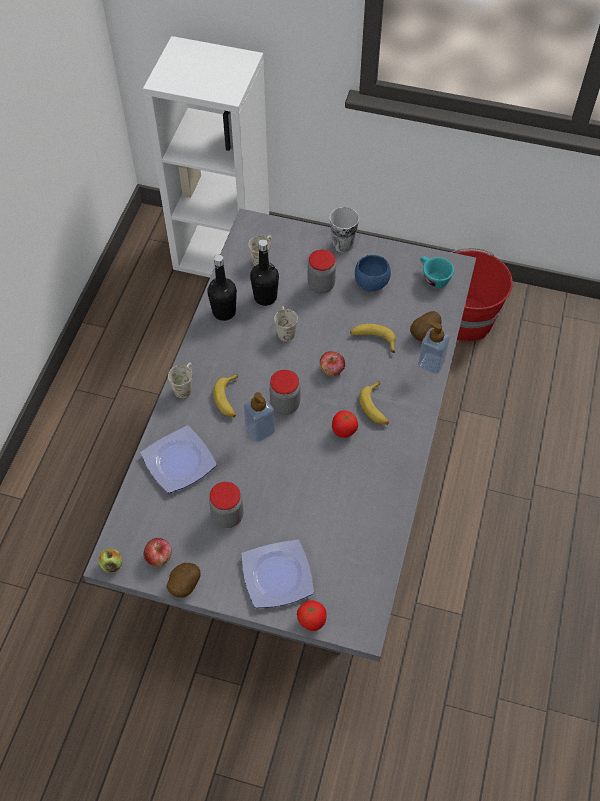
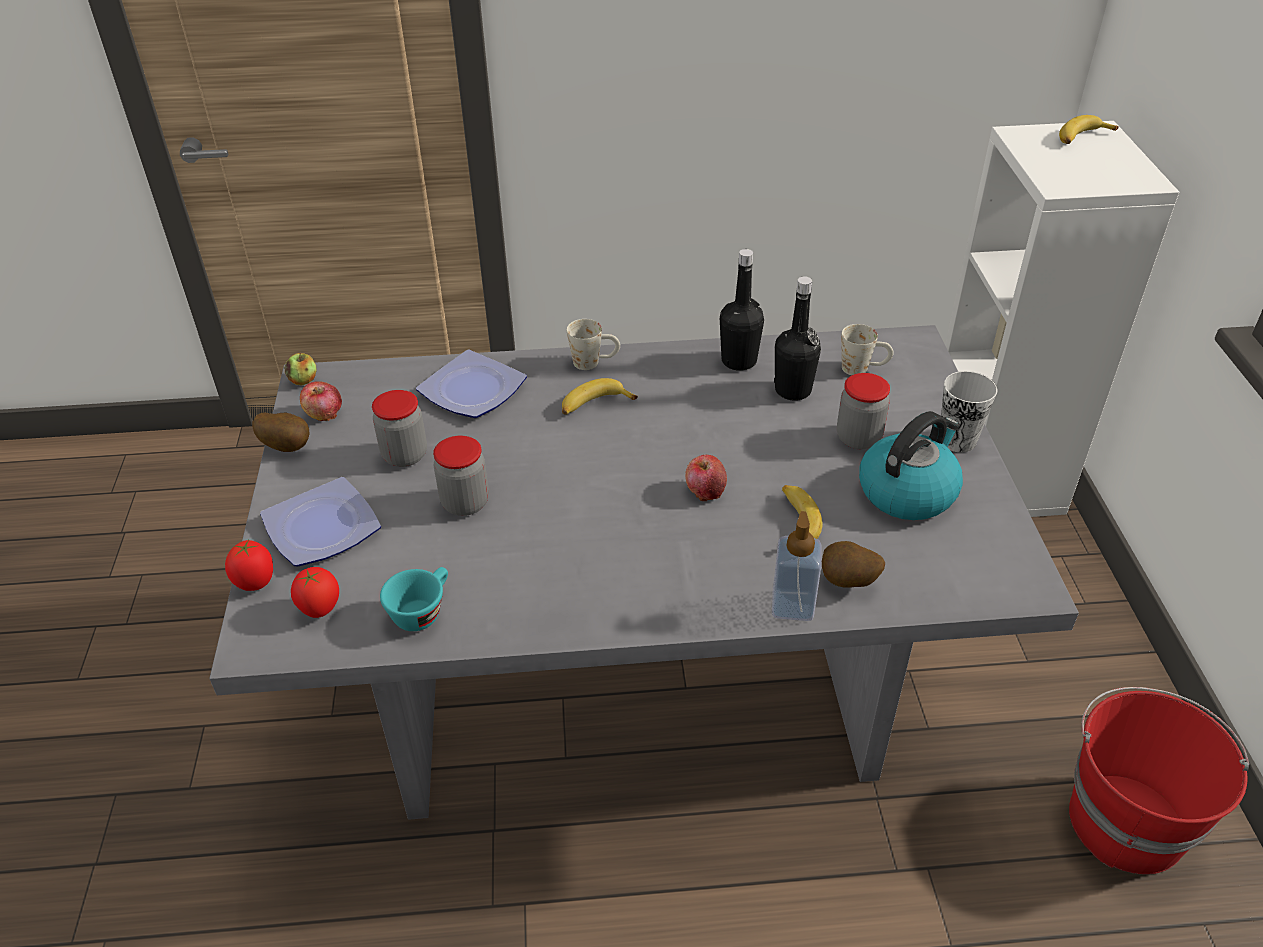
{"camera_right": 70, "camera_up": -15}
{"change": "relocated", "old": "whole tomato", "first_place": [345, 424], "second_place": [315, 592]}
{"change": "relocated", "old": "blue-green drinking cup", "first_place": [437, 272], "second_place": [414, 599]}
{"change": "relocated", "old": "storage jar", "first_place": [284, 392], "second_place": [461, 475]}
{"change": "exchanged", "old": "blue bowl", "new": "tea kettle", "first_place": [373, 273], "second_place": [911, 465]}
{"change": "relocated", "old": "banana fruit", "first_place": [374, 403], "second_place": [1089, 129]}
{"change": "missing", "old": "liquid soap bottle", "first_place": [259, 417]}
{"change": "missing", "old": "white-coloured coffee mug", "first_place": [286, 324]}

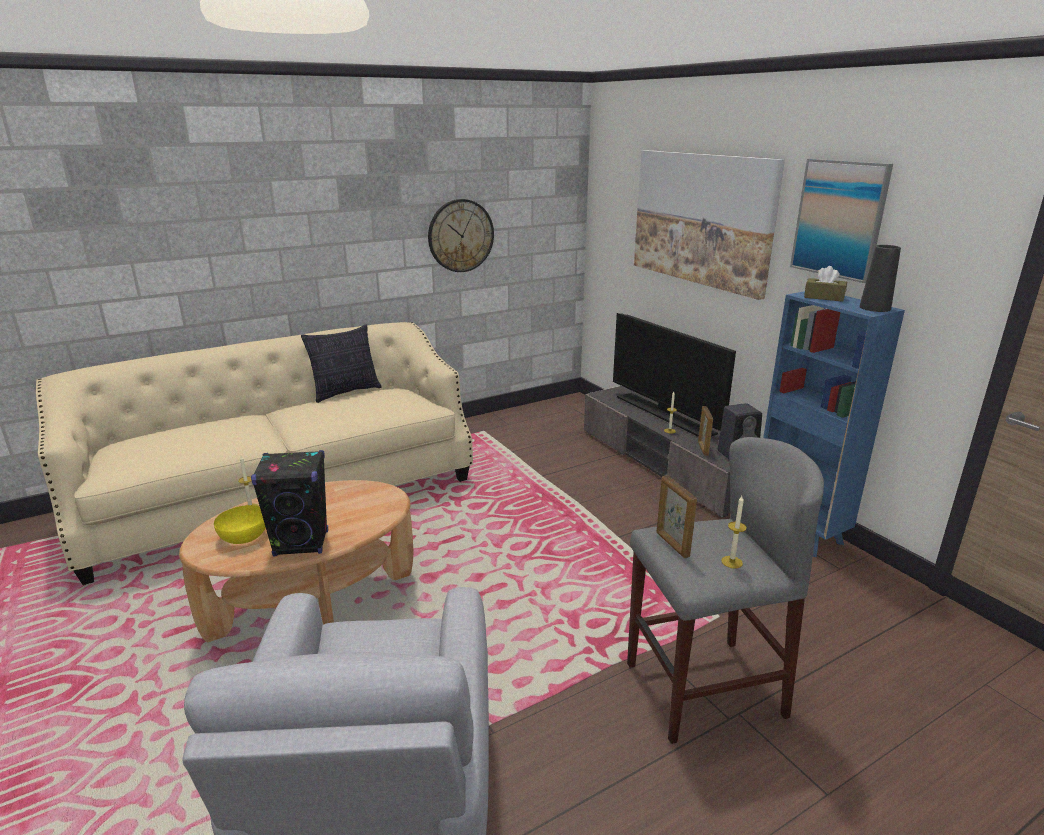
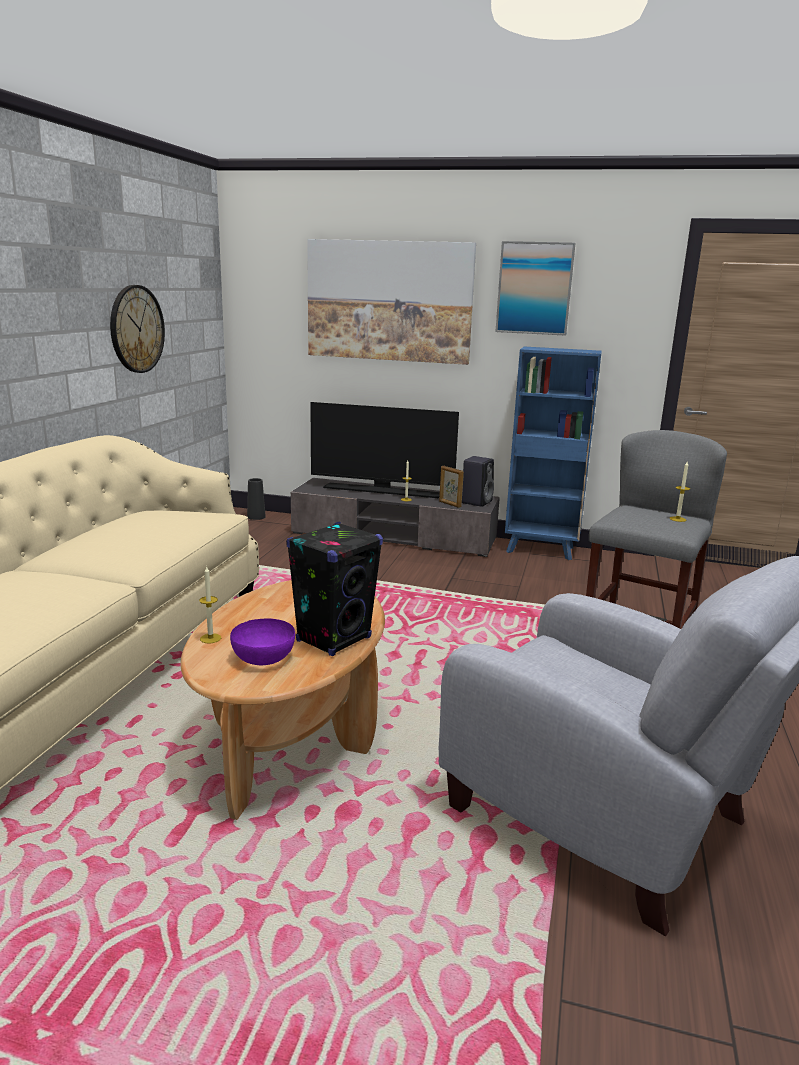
{"camera_right": -45, "camera_up": -5}
{"change": "colour", "old": "yellowish bowl", "new": "purplish bowl", "first_place": [240, 524], "second_place": [262, 641]}
{"change": "relocated", "old": "black vase", "first_place": [880, 278], "second_place": [256, 499]}
{"change": "missing", "old": "pillow", "first_place": [341, 364]}
{"change": "missing", "old": "picture frame", "first_place": [676, 516]}
{"change": "missing", "old": "brownish tissue holder", "first_place": [825, 284]}

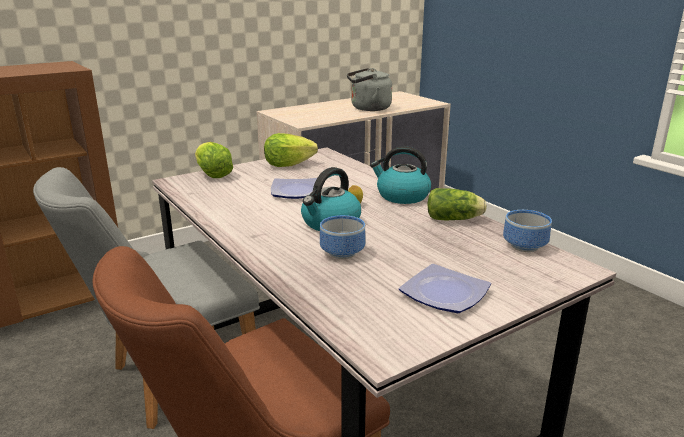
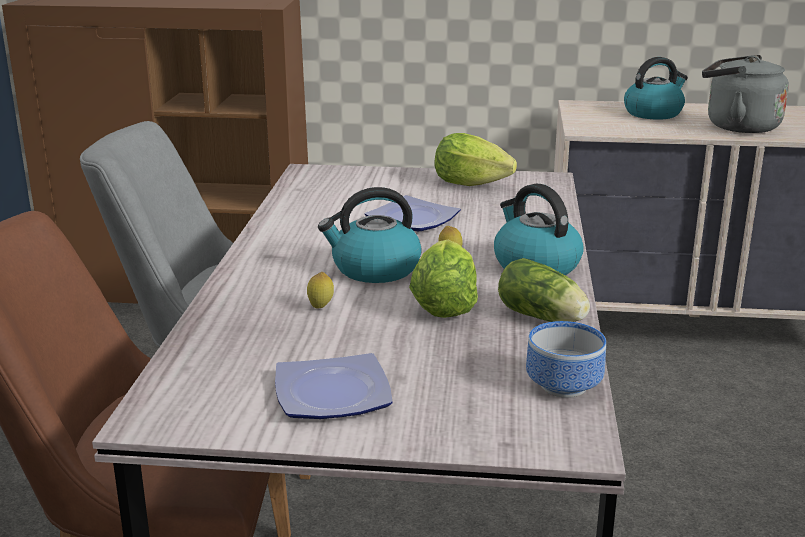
{"camera_right": 40, "camera_up": 0}
{"change": "exchanged", "old": "bowl", "new": "whole lemon", "first_place": [342, 237], "second_place": [320, 290]}
{"change": "relocated", "old": "lettuce", "first_place": [214, 160], "second_place": [443, 278]}
{"change": "appeared", "new": "tea kettle", "second_place": [656, 88]}

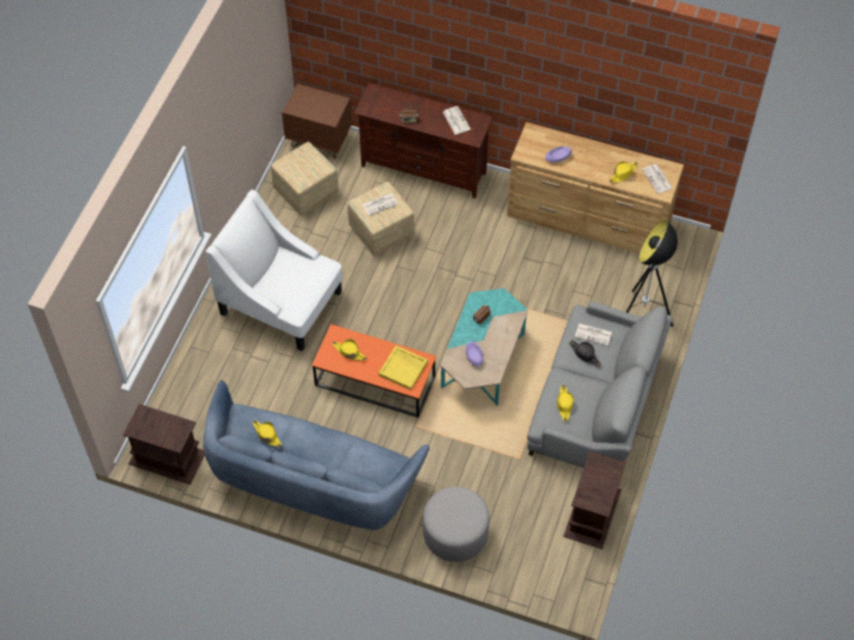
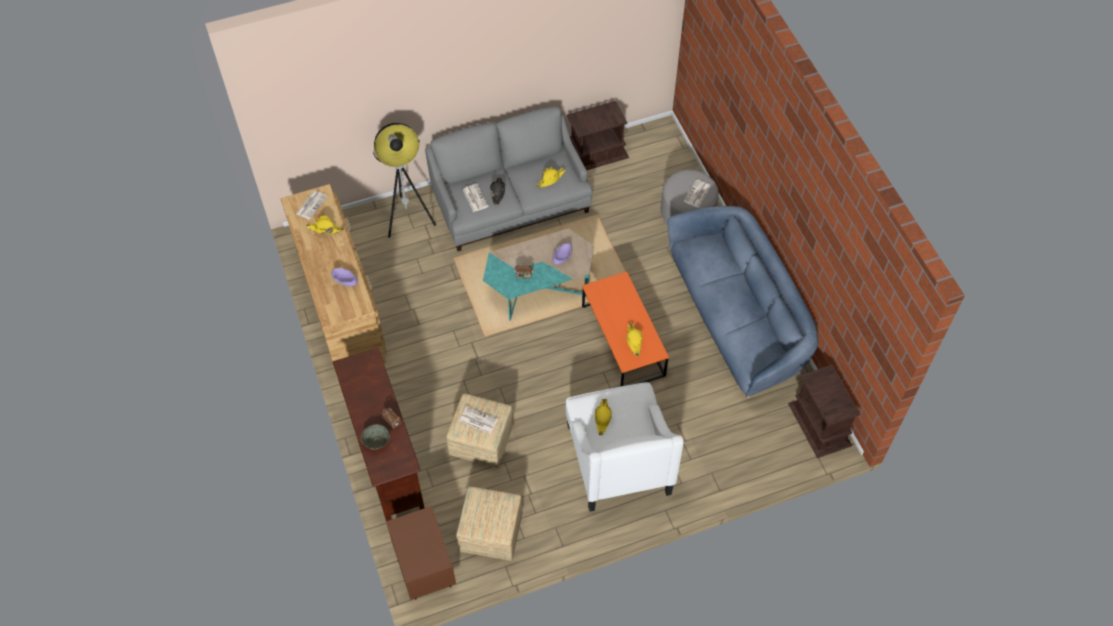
{"camera_right": -130, "camera_up": 0}
{"change": "appeared", "new": "greyish bowl", "second_place": [375, 436]}
{"change": "relocated", "old": "yellowish wearable hat", "first_place": [267, 433], "second_place": [603, 417]}
{"change": "relocated", "old": "newspaper", "first_place": [457, 120], "second_place": [697, 193]}
{"change": "missing", "old": "yellowish tray", "first_place": [403, 368]}

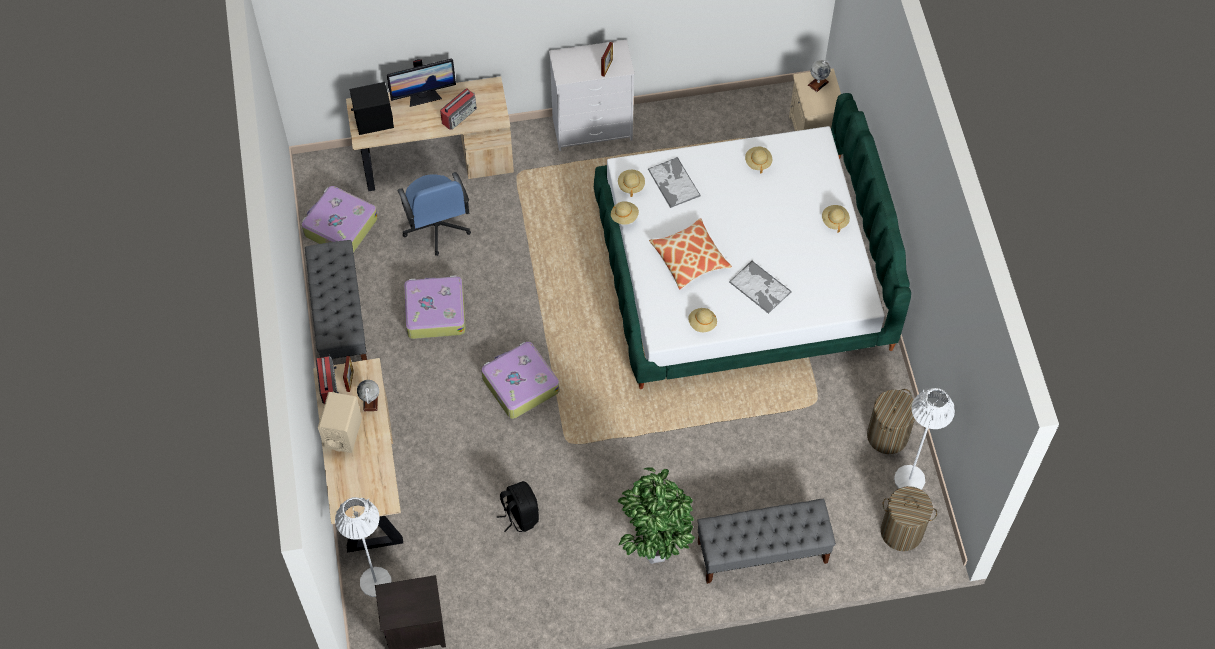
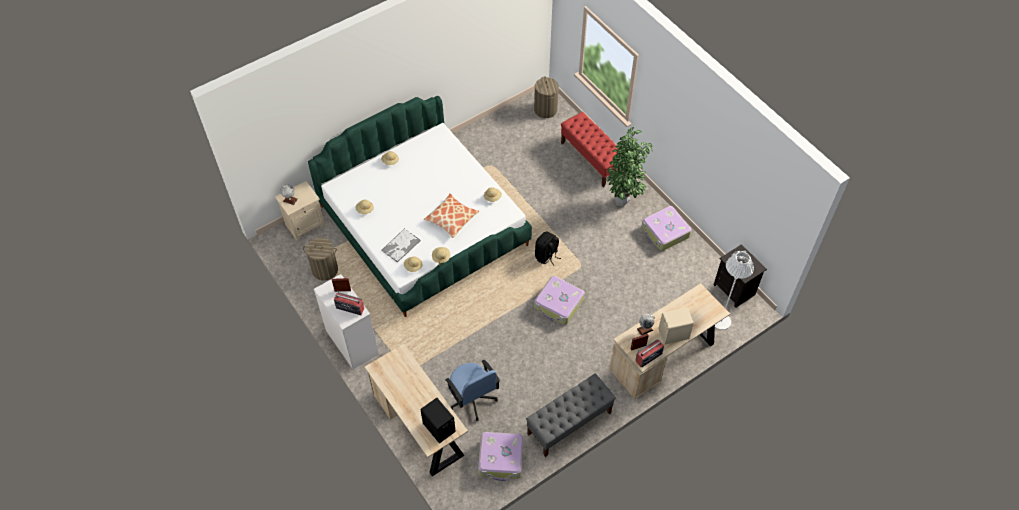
{"camera_right": -115, "camera_up": -5}
{"change": "relocated", "old": "laundry basket", "first_place": [891, 421], "second_place": [320, 259]}
{"change": "relocated", "old": "radio set", "first_place": [458, 109], "second_place": [349, 303]}
{"change": "spun", "old": "blue desk chair", "first_place": [434, 214], "second_place": [472, 390], "degrees": 105}
{"change": "relocated", "old": "black knapsack", "first_place": [518, 506], "second_place": [548, 248]}
{"change": "colour", "old": "greyish bench", "new": "red bench", "first_place": [766, 541], "second_place": [589, 149]}
{"change": "relocated", "old": "travel case", "first_place": [435, 307], "second_place": [666, 228]}
{"change": "missing", "old": "monitor", "first_place": [421, 82]}
{"change": "missing", "old": "tray", "first_place": [760, 287]}
{"change": "missing", "old": "white-coloured floor lamp", "first_place": [924, 439]}

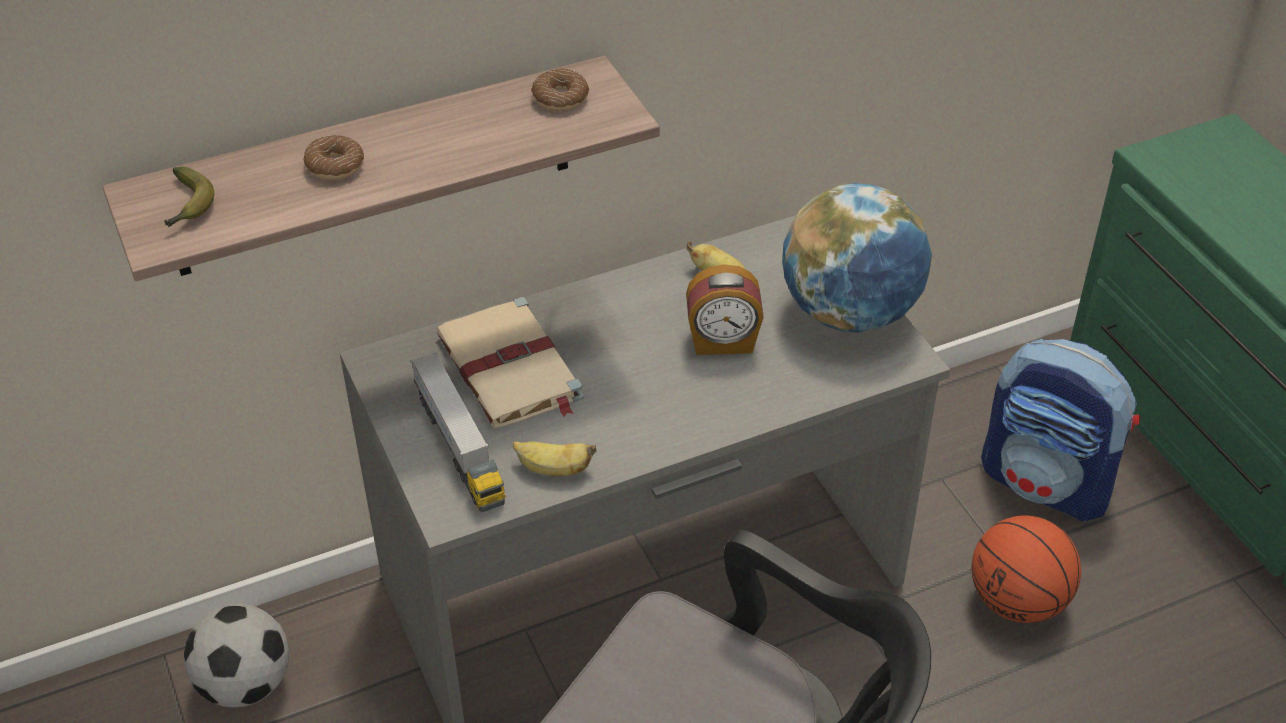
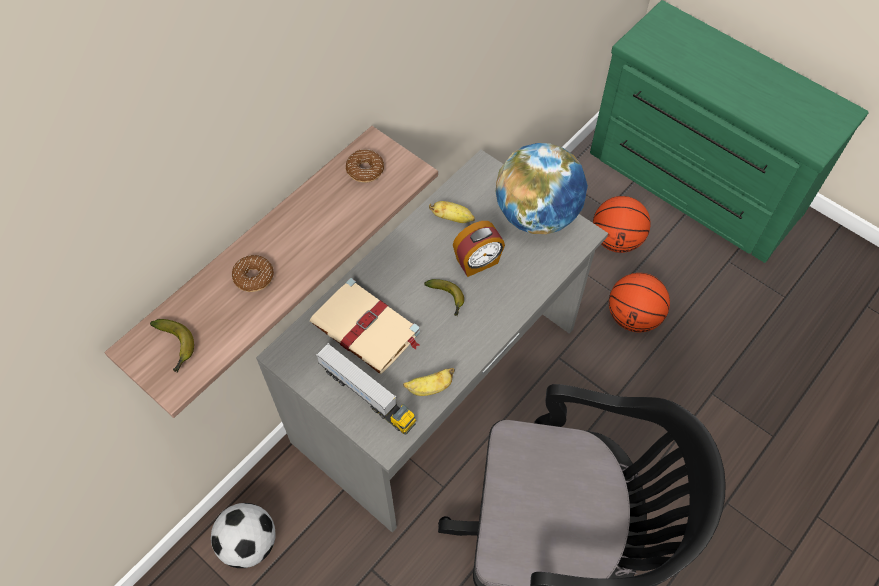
{"camera_right": -25, "camera_up": 15}
{"change": "appeared", "new": "banana fruit", "second_place": [444, 297]}
{"change": "exchanged", "old": "knapsack", "new": "basketball", "first_place": [1060, 430], "second_place": [622, 224]}

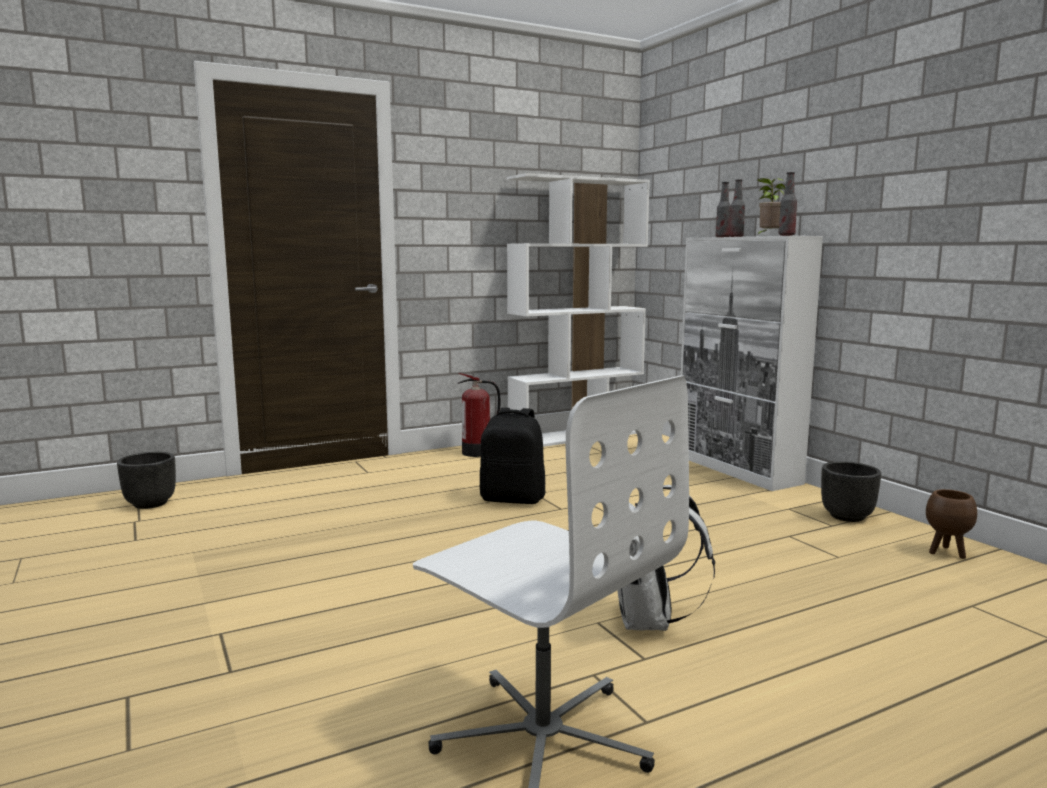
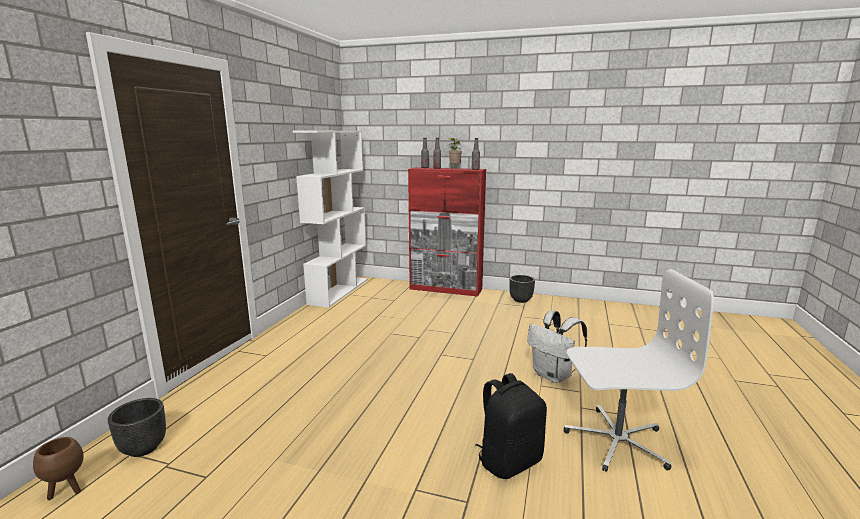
{"camera_right": -45, "camera_up": 5}
{"change": "relocated", "old": "brownish plant pot", "first_place": [951, 524], "second_place": [58, 468]}
{"change": "colour", "old": "white-coloured storage cabinet", "new": "red storage cabinet", "first_place": [752, 363], "second_place": [447, 232]}
{"change": "relocated", "old": "black knapsack", "first_place": [513, 455], "second_place": [511, 426]}
{"change": "missing", "old": "fire extinguisher", "first_place": [479, 415]}

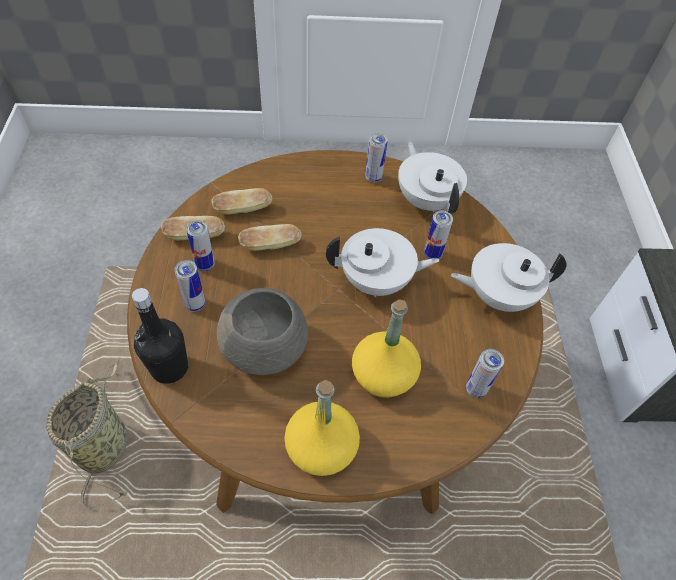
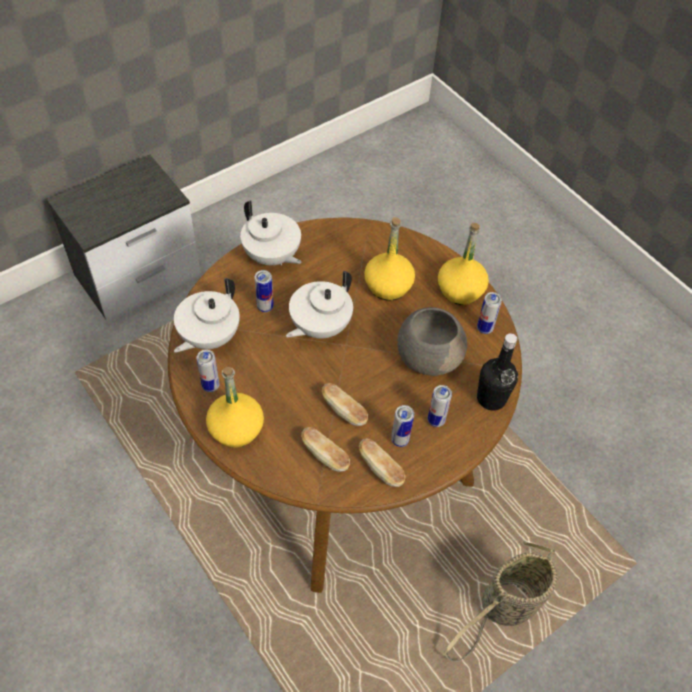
{"camera_right": -125, "camera_up": 0}
{"change": "appeared", "new": "yellowish beverage bottle", "second_place": [235, 407]}
{"change": "spun", "old": "white-coloured tea pot", "first_place": [383, 262], "second_place": [319, 305], "degrees": -105}
{"change": "relocated", "old": "sealed can", "first_place": [485, 373], "second_place": [489, 313]}

